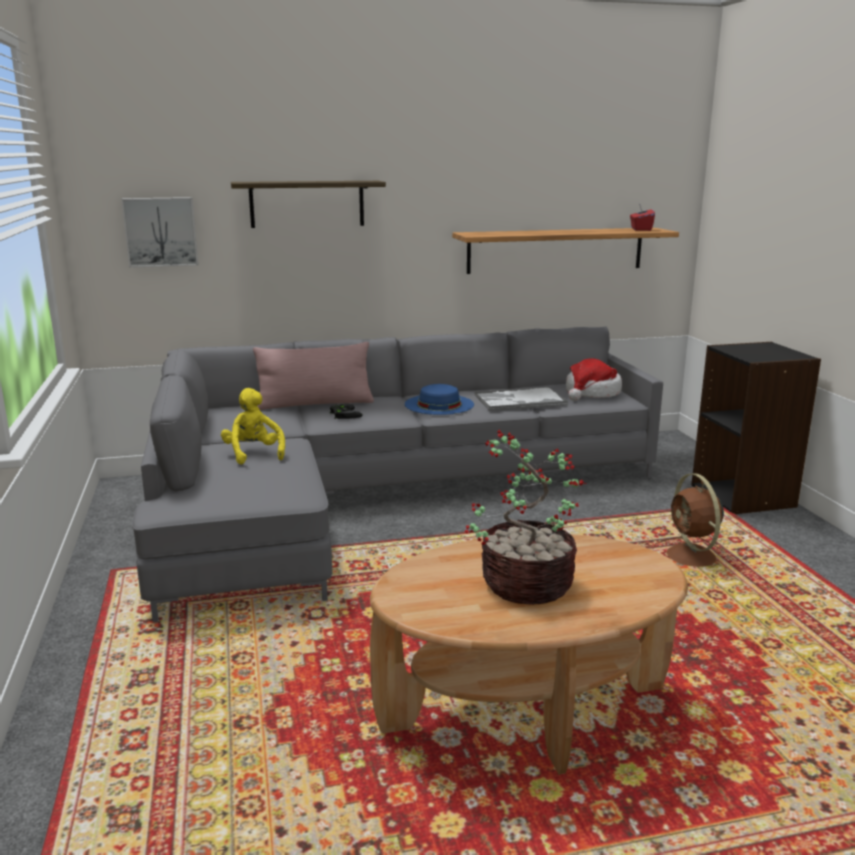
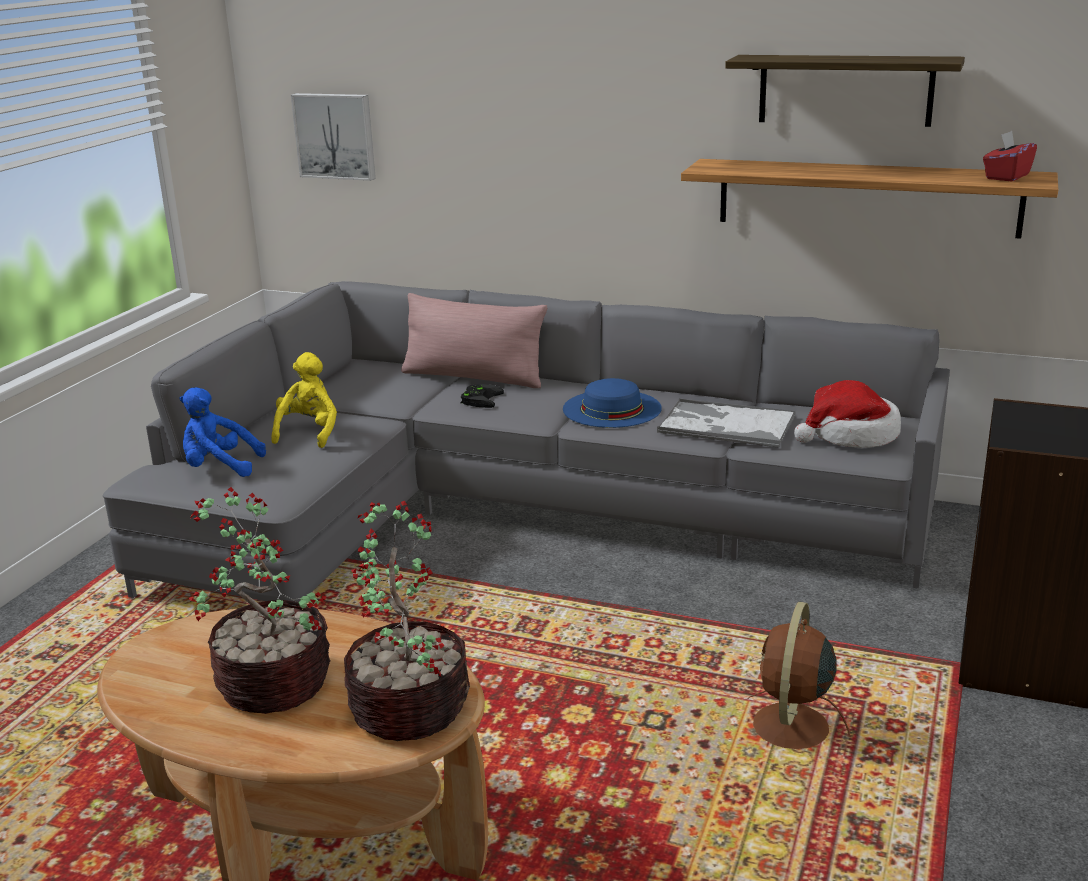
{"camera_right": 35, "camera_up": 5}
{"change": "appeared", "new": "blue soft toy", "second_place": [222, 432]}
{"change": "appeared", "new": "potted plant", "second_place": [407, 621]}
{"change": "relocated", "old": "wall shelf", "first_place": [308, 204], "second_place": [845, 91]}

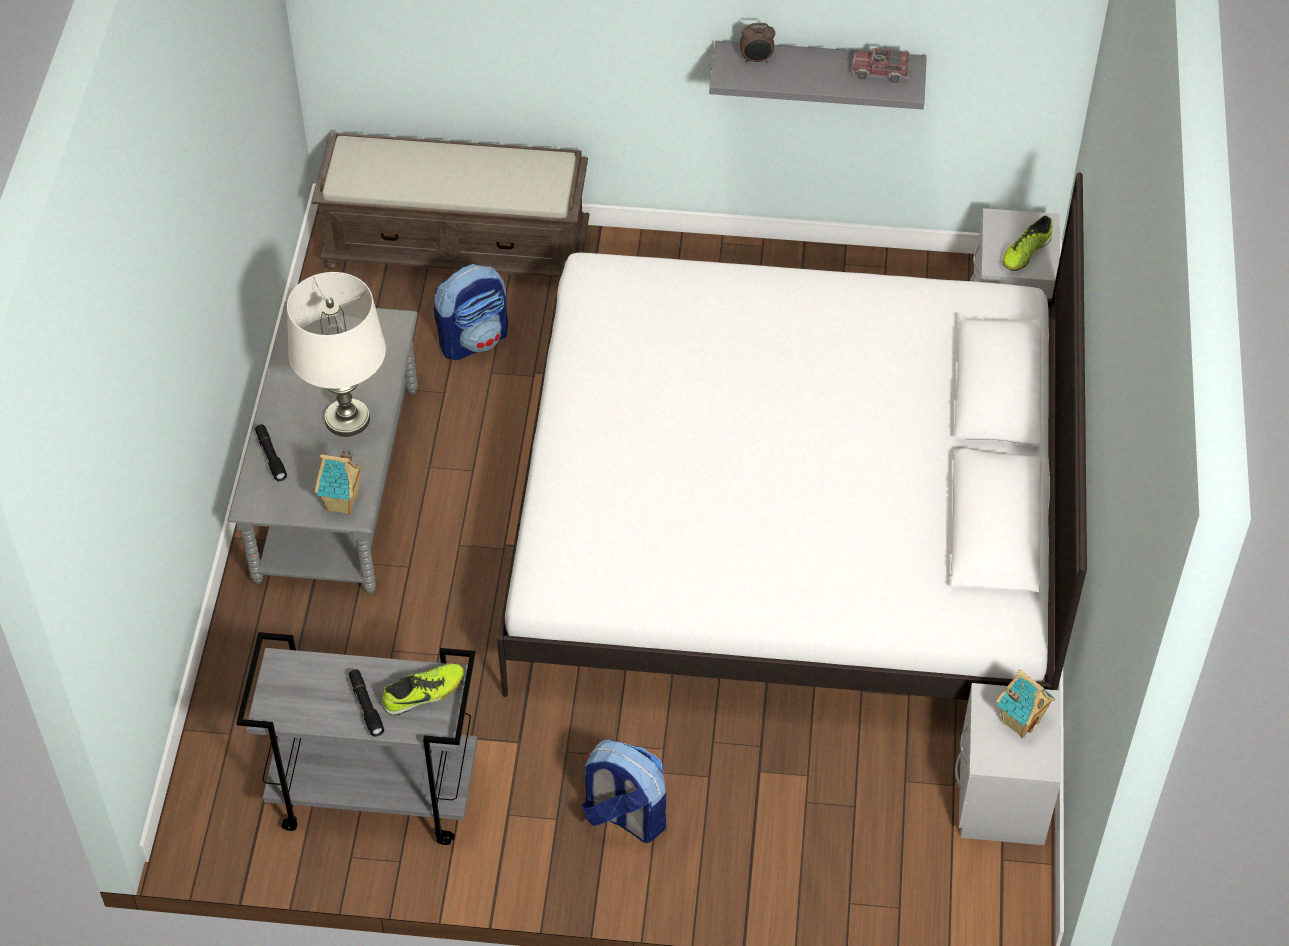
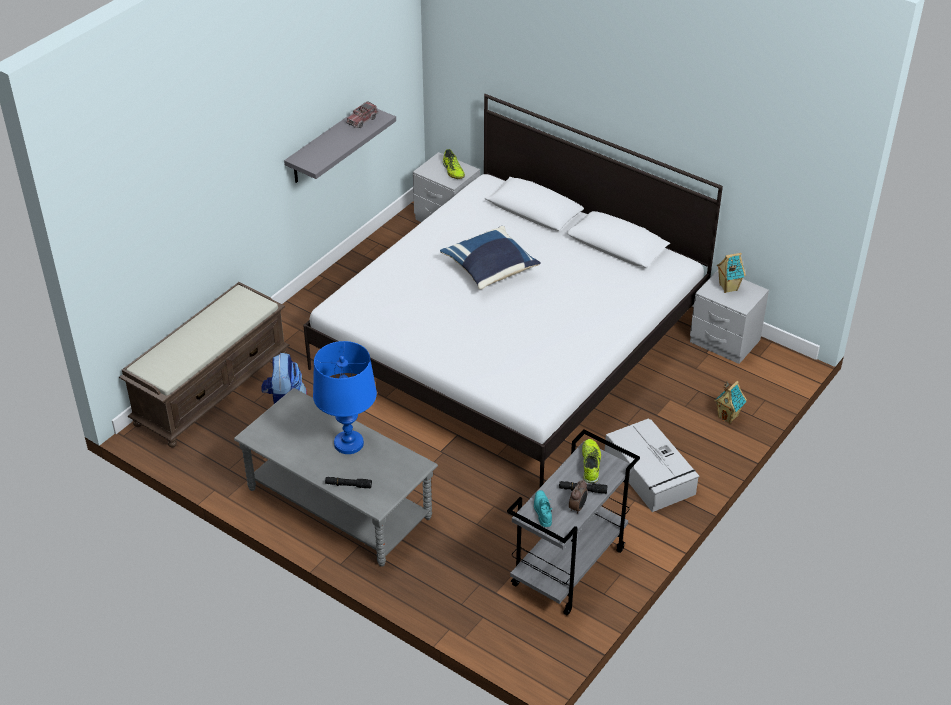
{"camera_right": -60, "camera_up": -10}
{"change": "colour", "old": "white-coloured tabletop lamp", "new": "blue tabletop lamp", "first_place": [336, 354], "second_place": [345, 397]}
{"change": "appeared", "new": "blue pillow", "second_place": [490, 257]}
{"change": "appeared", "new": "blue-green item of footwear", "second_place": [543, 508]}
{"change": "relocated", "old": "table clock", "first_place": [757, 43], "second_place": [578, 497]}
{"change": "exchanged", "old": "knapsack", "new": "greyish storage bin", "first_place": [623, 791], "second_place": [652, 465]}
{"change": "relocated", "old": "toy house", "first_place": [339, 482], "second_place": [731, 402]}

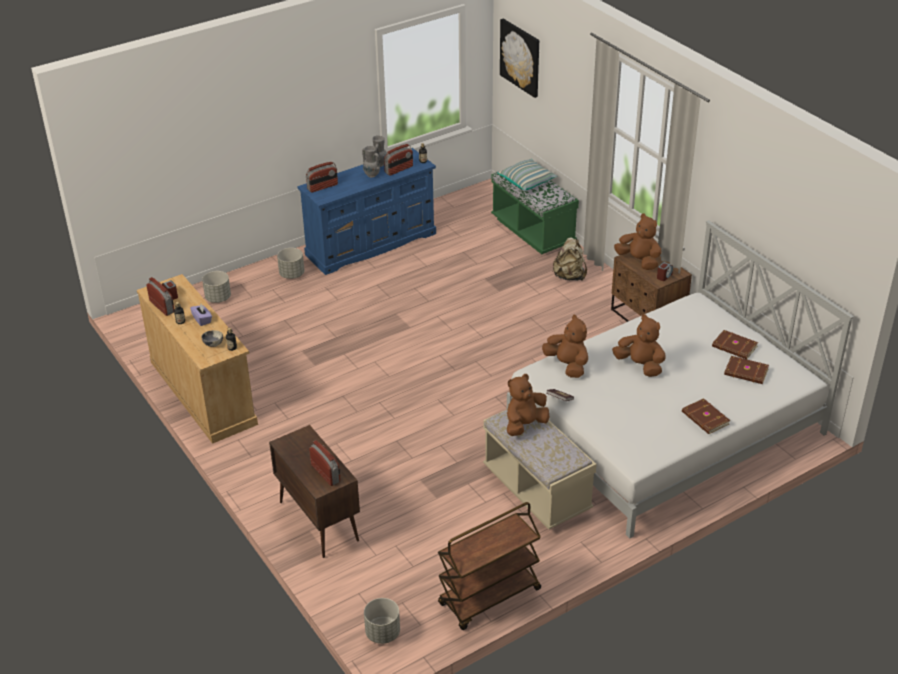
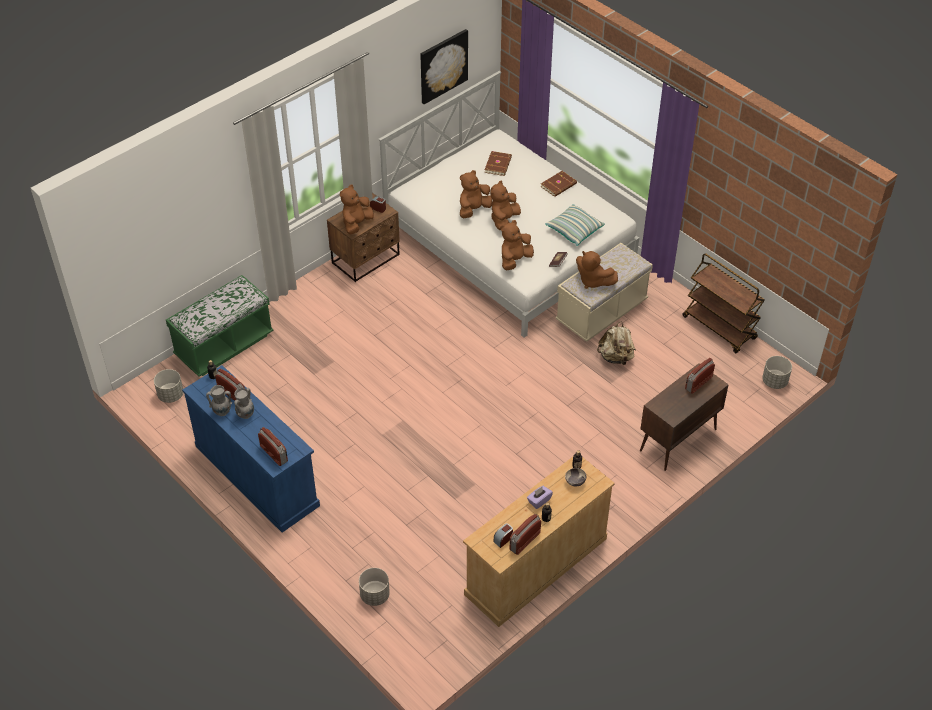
{"camera_right": -100, "camera_up": 10}
{"change": "relocated", "old": "greyish plant pot", "first_place": [290, 263], "second_place": [168, 386]}
{"change": "relocated", "old": "wall picture", "first_place": [519, 58], "second_place": [444, 66]}
{"change": "appeared", "new": "brownish soft toy", "second_place": [476, 194]}
{"change": "relocated", "old": "pillow", "first_place": [527, 175], "second_place": [575, 225]}
{"change": "relocated", "old": "beige-coloured knapsack", "first_place": [570, 259], "second_place": [616, 343]}
{"change": "missing", "old": "brownish book", "first_place": [735, 344]}

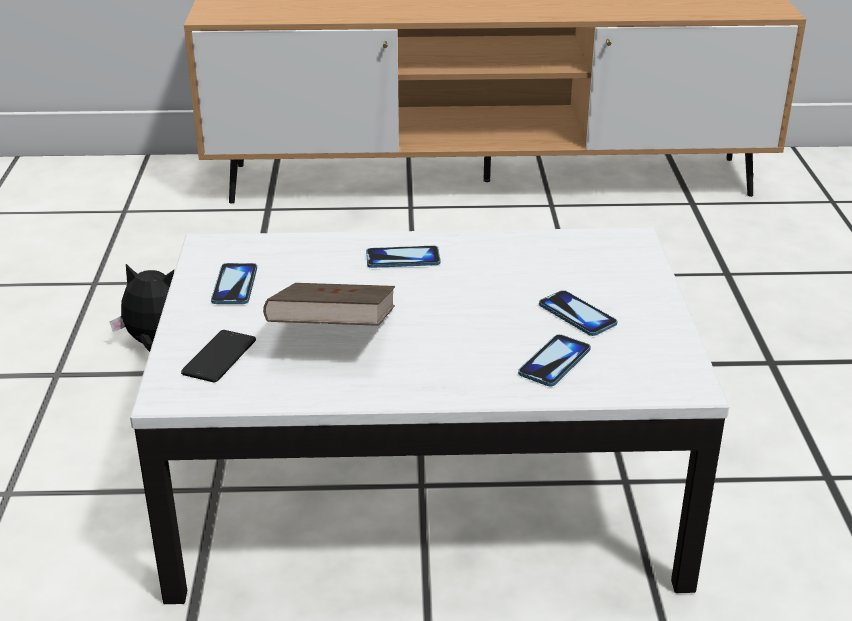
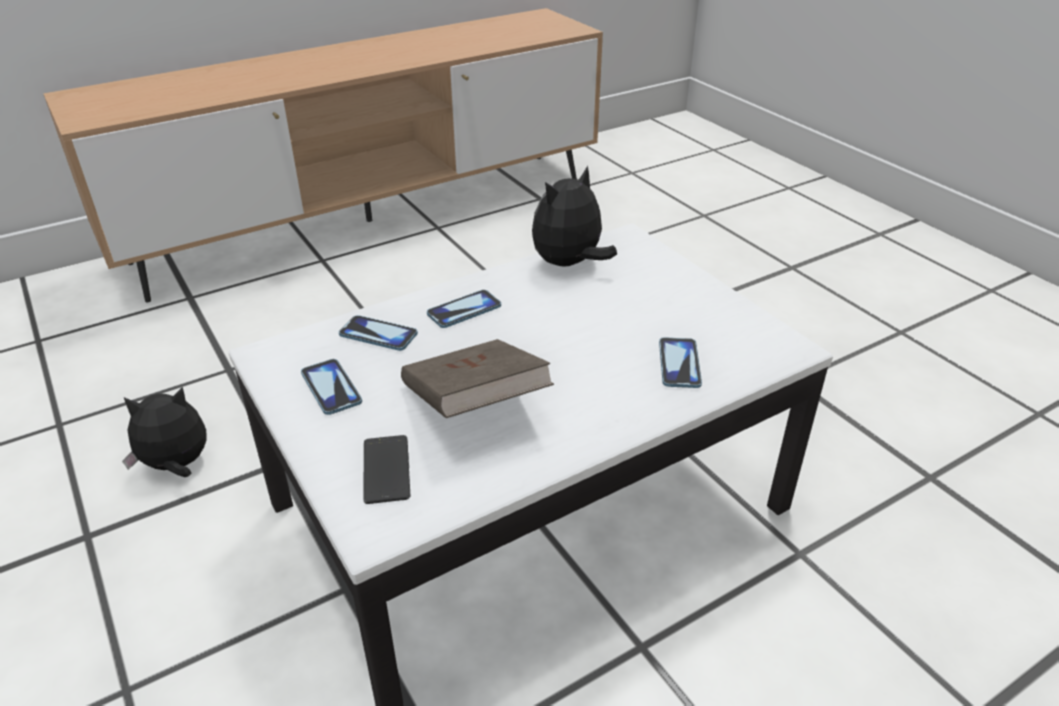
{"camera_right": -30, "camera_up": 5}
{"change": "relocated", "old": "handset", "first_place": [578, 313], "second_place": [378, 333]}
{"change": "appeared", "new": "soft toy", "second_place": [574, 216]}

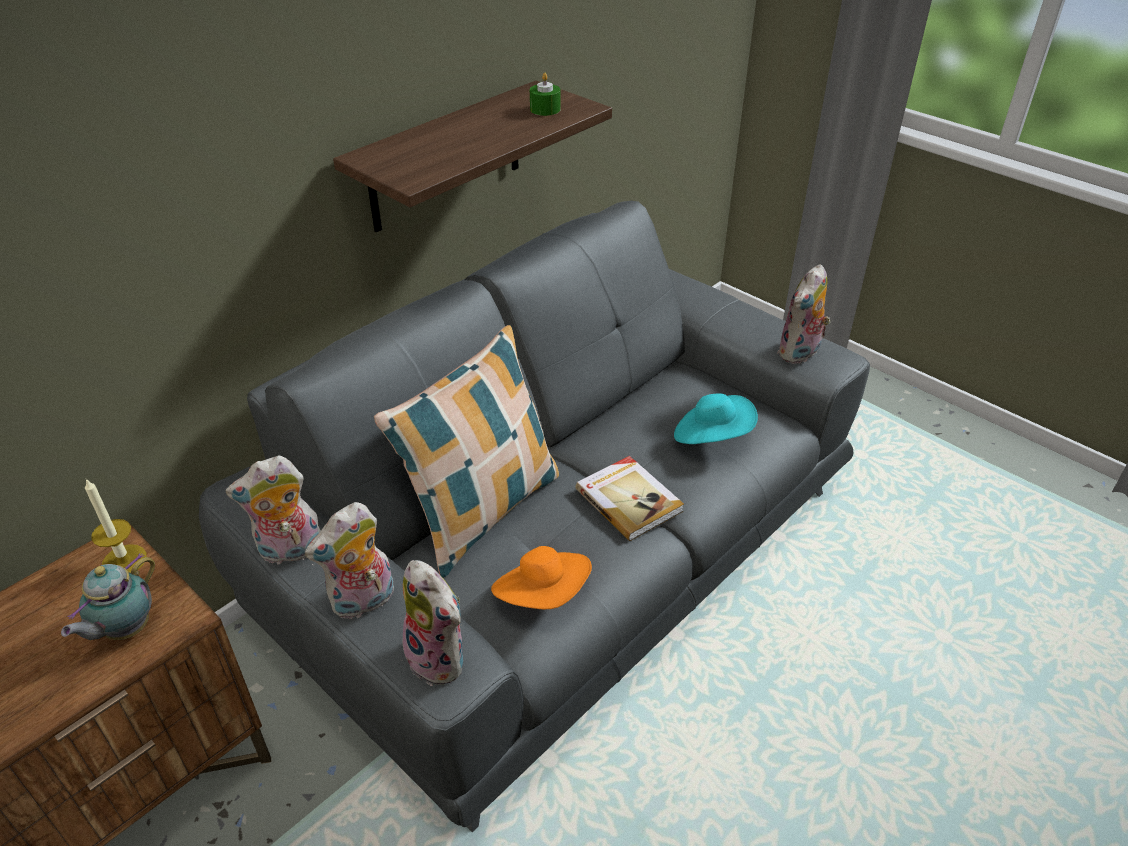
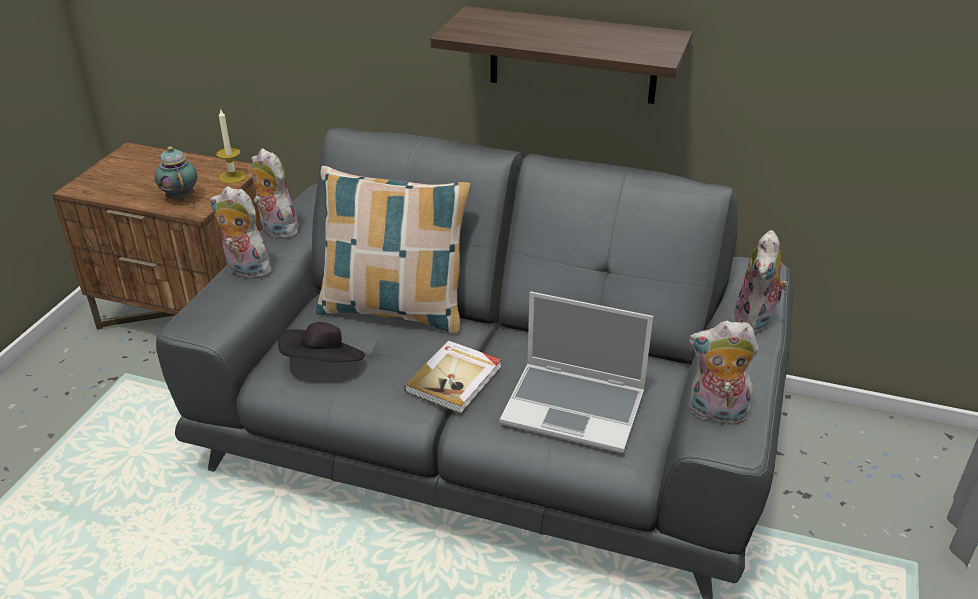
{"camera_right": 65, "camera_up": -5}
{"change": "spun", "old": "tea pot", "first_place": [108, 597], "second_place": [175, 173], "degrees": 60}
{"change": "colour", "old": "orangey wearable hat", "new": "black wearable hat", "first_place": [541, 577], "second_place": [321, 342]}
{"change": "exchanged", "old": "blue-green wearable hat", "new": "notebook computer", "first_place": [716, 419], "second_place": [576, 372]}
{"change": "relocated", "old": "soft toy", "first_place": [432, 623], "second_place": [760, 282]}
{"change": "missing", "old": "greenish wax candle", "first_place": [545, 94]}

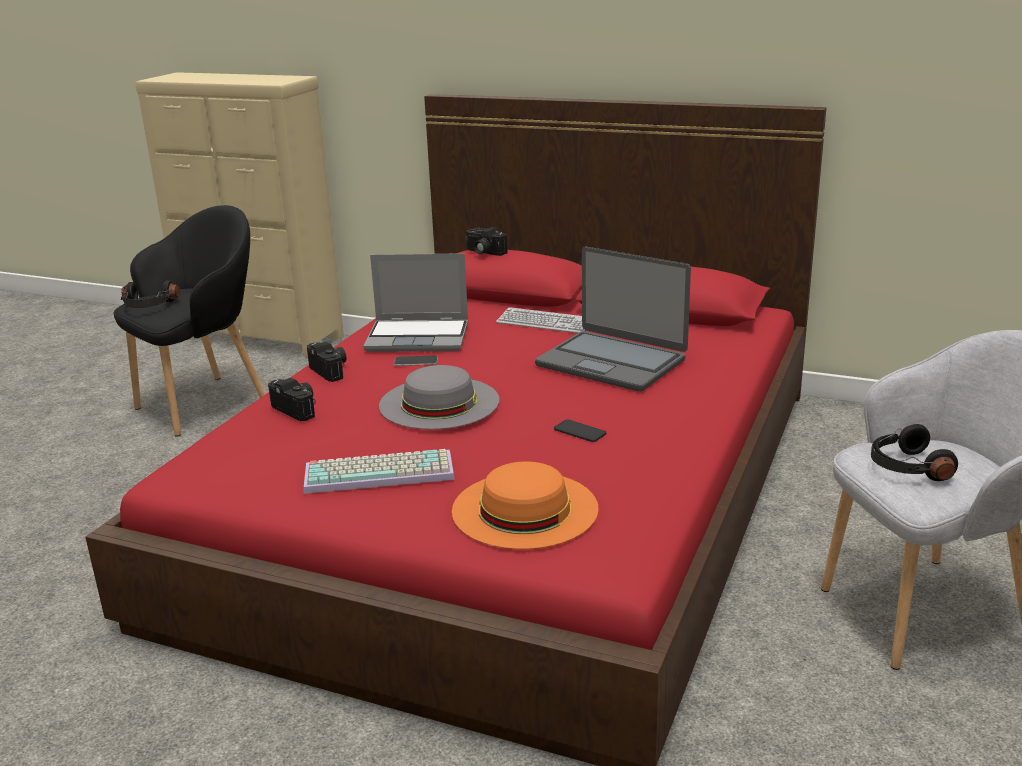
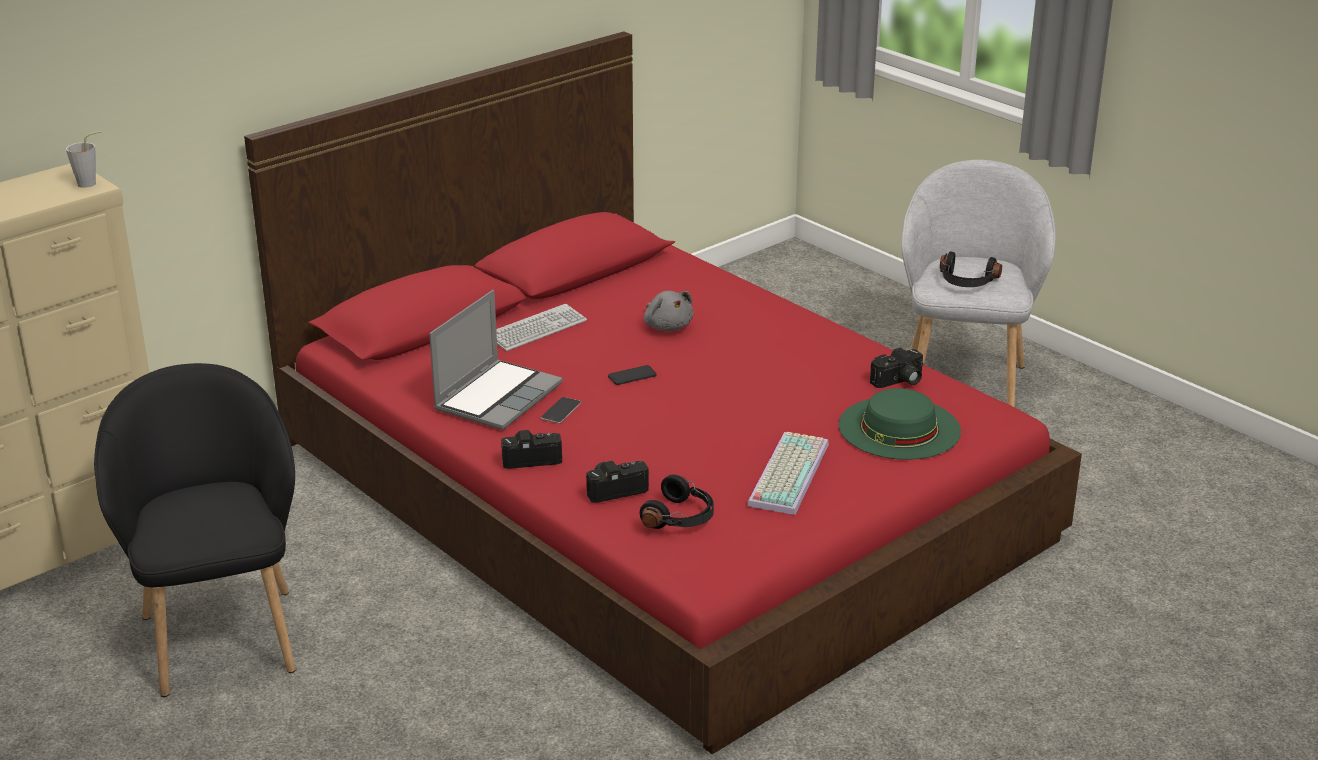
{"camera_right": -65, "camera_up": 5}
{"change": "appeared", "new": "greyish drinking cup", "second_place": [84, 159]}
{"change": "relocated", "old": "handset", "first_place": [580, 430], "second_place": [632, 375]}
{"change": "relocated", "old": "black pair of headphones", "first_place": [150, 294], "second_place": [677, 502]}
{"change": "exchanged", "old": "notebook computer", "new": "greyish soft toy", "first_place": [613, 319], "second_place": [669, 311]}
{"change": "colour", "old": "orangey wearable hat", "new": "greenish wearable hat", "first_place": [525, 505], "second_place": [899, 424]}
{"change": "relocated", "old": "still camera", "first_place": [486, 241], "second_place": [896, 367]}
{"change": "missing", "old": "greyish wearable hat", "first_place": [439, 397]}

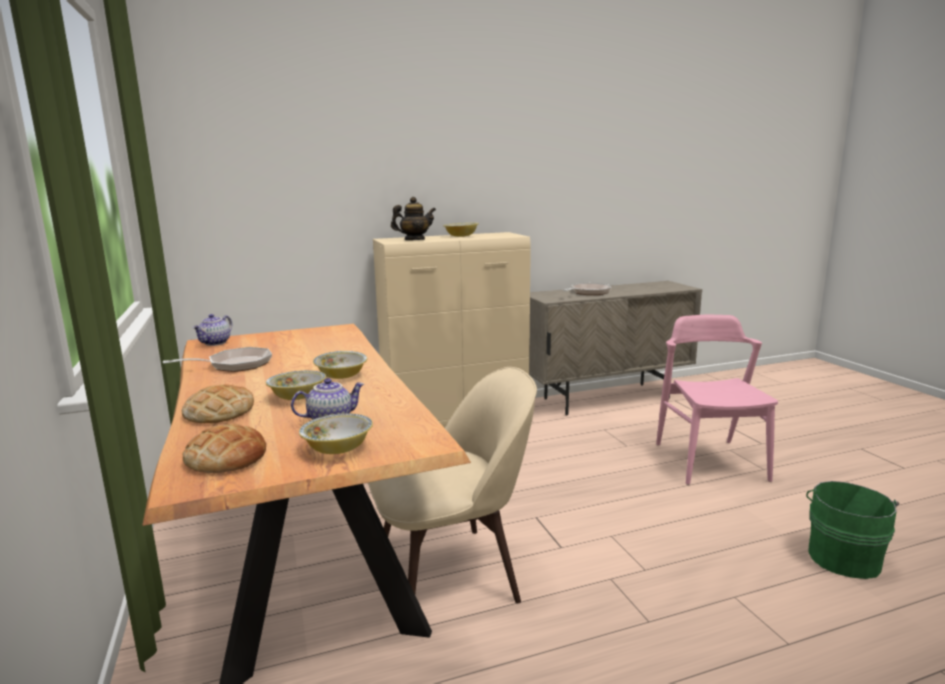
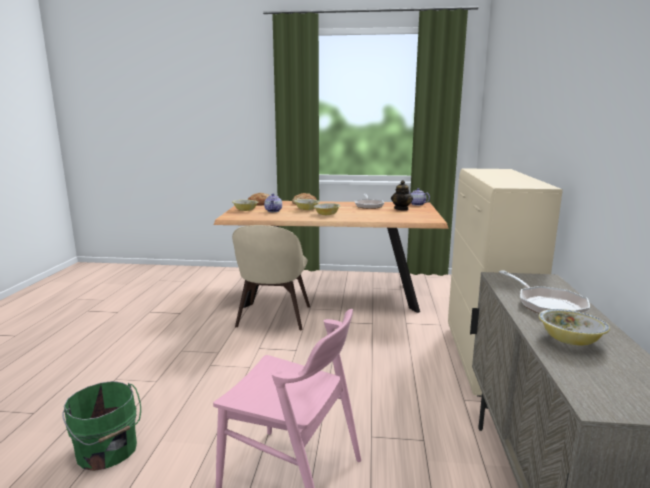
{"camera_right": 115, "camera_up": 0}
{"change": "relocated", "old": "tea pot", "first_place": [413, 218], "second_place": [402, 195]}
{"change": "relocated", "old": "bowl", "first_place": [461, 229], "second_place": [574, 327]}

